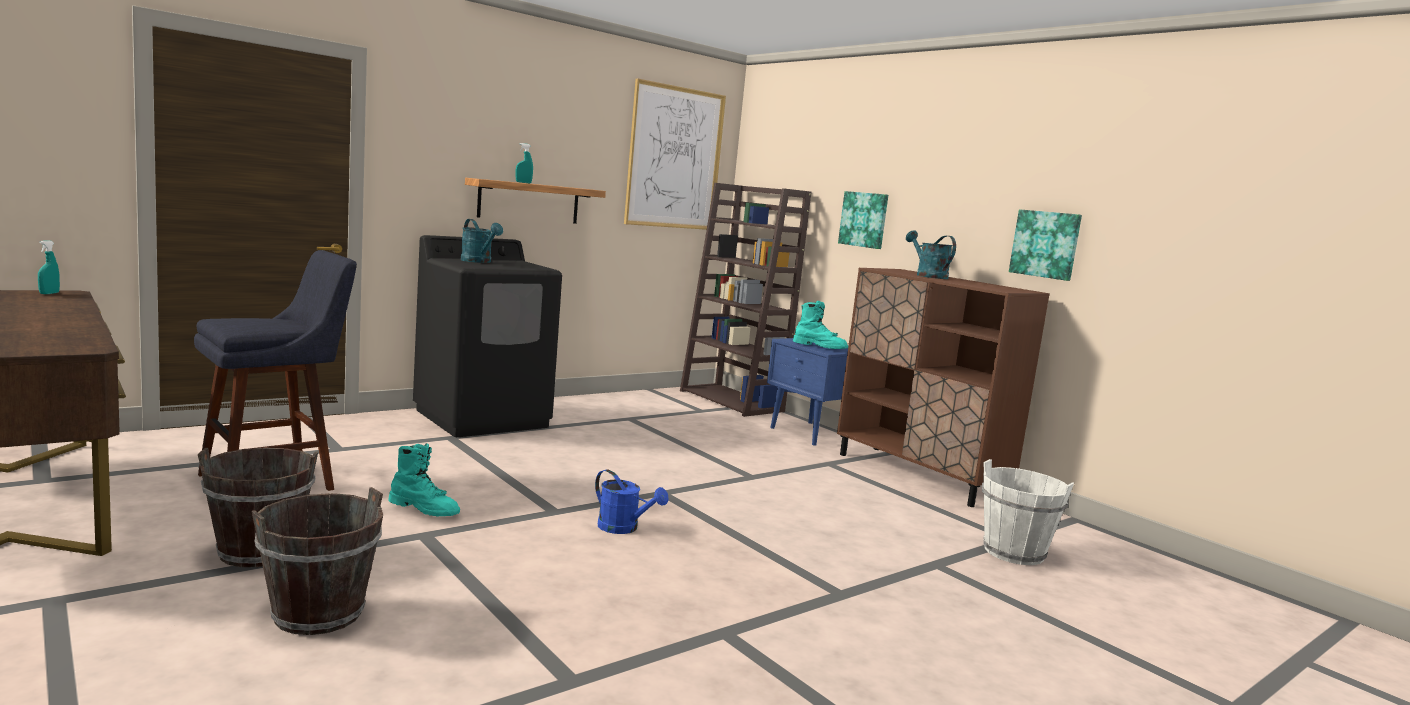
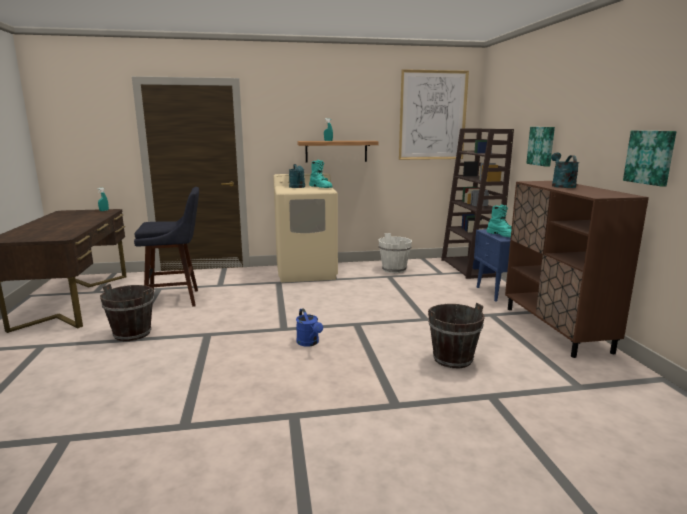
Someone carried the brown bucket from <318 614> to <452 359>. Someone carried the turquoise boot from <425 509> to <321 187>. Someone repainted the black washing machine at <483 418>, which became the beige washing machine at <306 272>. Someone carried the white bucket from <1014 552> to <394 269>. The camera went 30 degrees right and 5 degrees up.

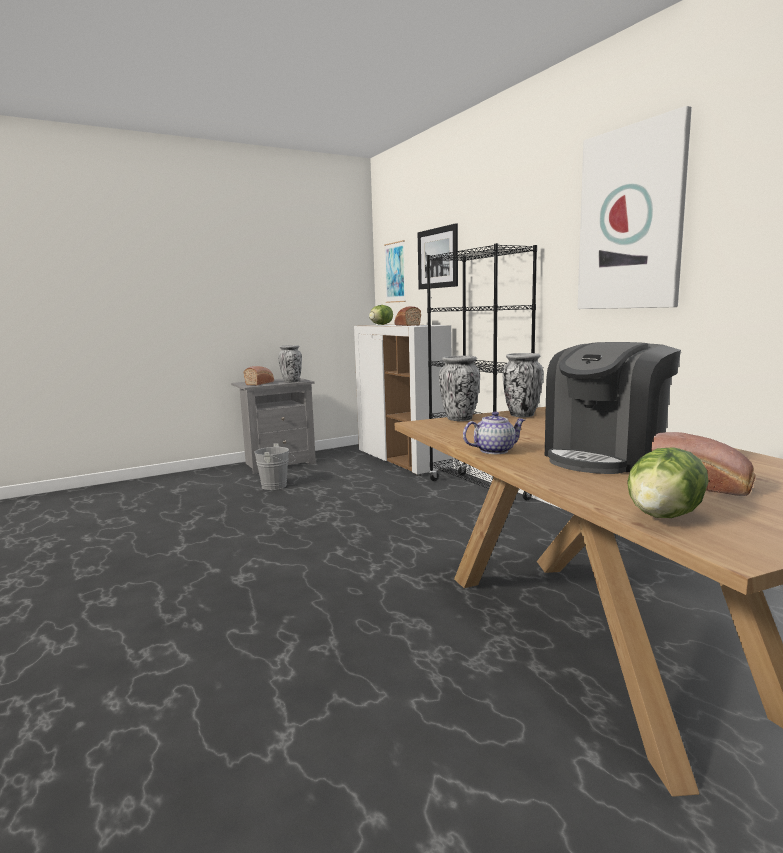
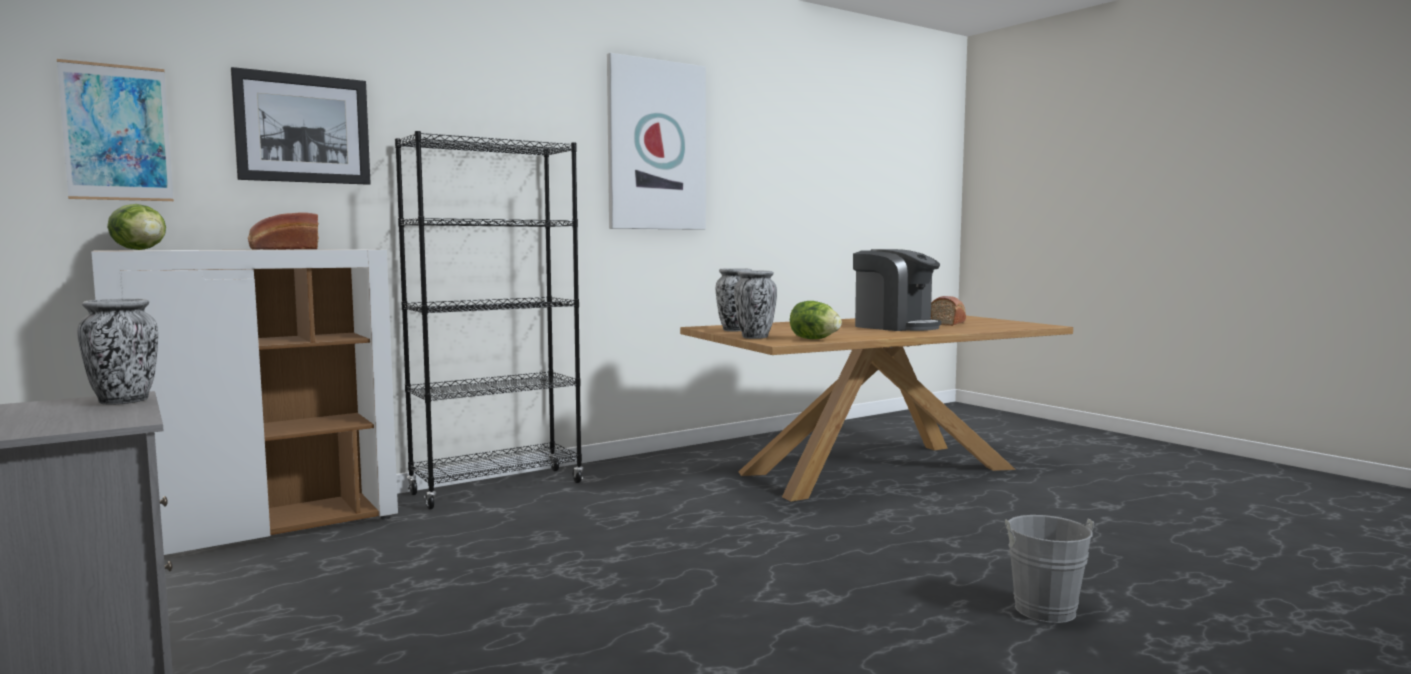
Someone took away the bread at <260 383>. Someone carried the grey bucket from <277 486> to <1042 607>. Someone took away the teapot at <494 451>. Someone carried the lettuce from <663 516> to <814 339>. The camera went 95 degrees left and 5 degrees down.

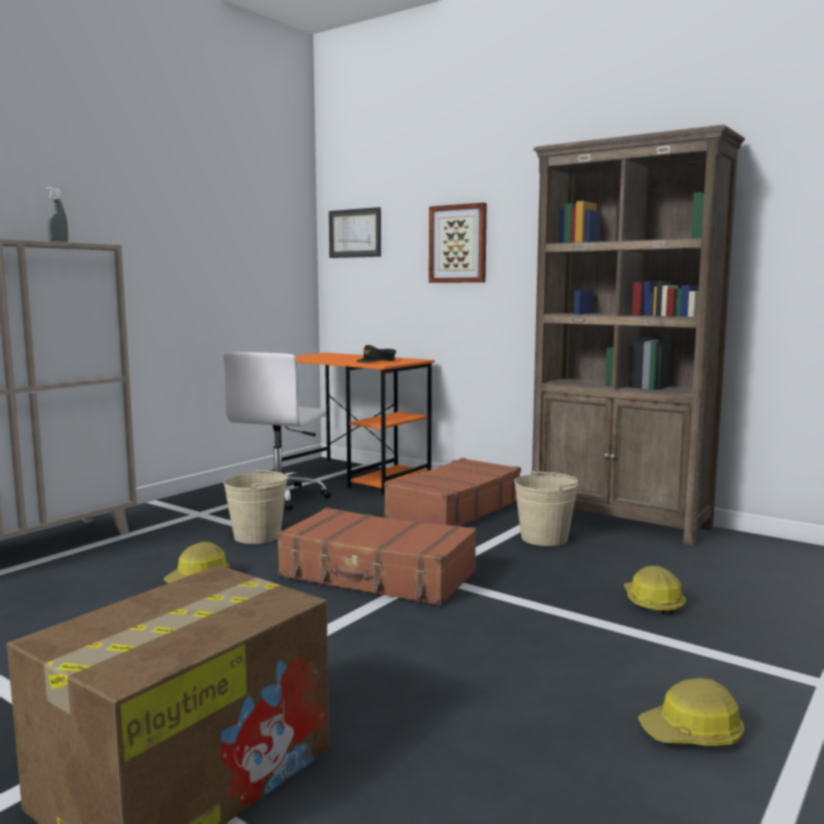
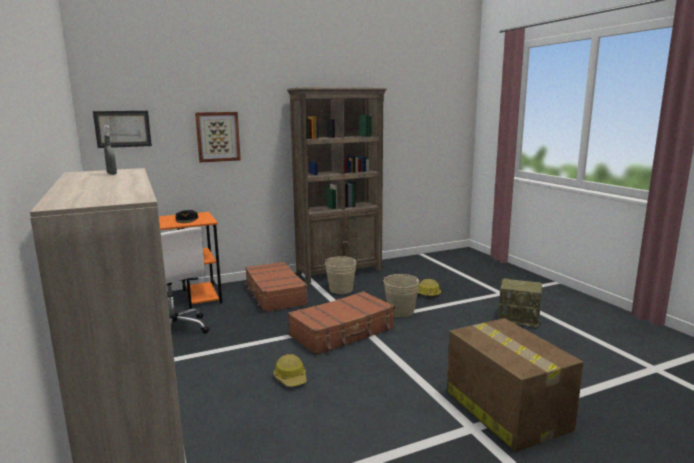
Someone carried the beige bucket from <257 536> to <400 311>. Someone swapped the hard hat at <692 734> for the radio at <519 319>. The camera went 60 degrees left and 5 degrees up.

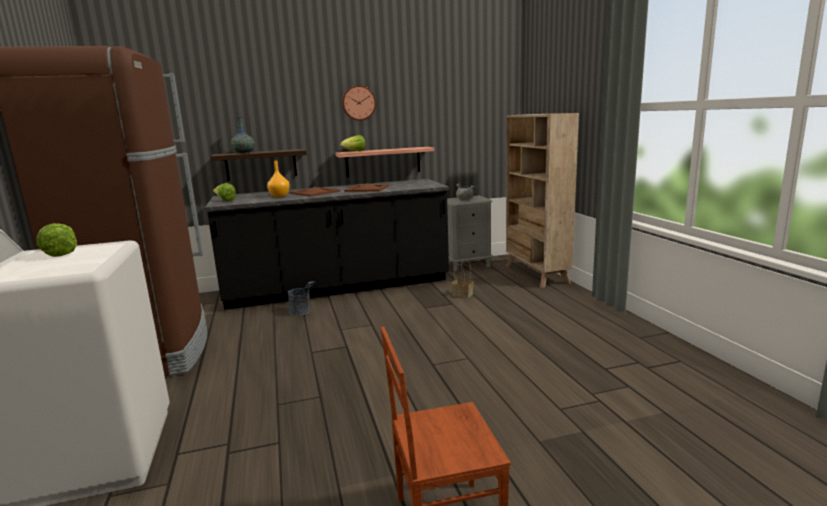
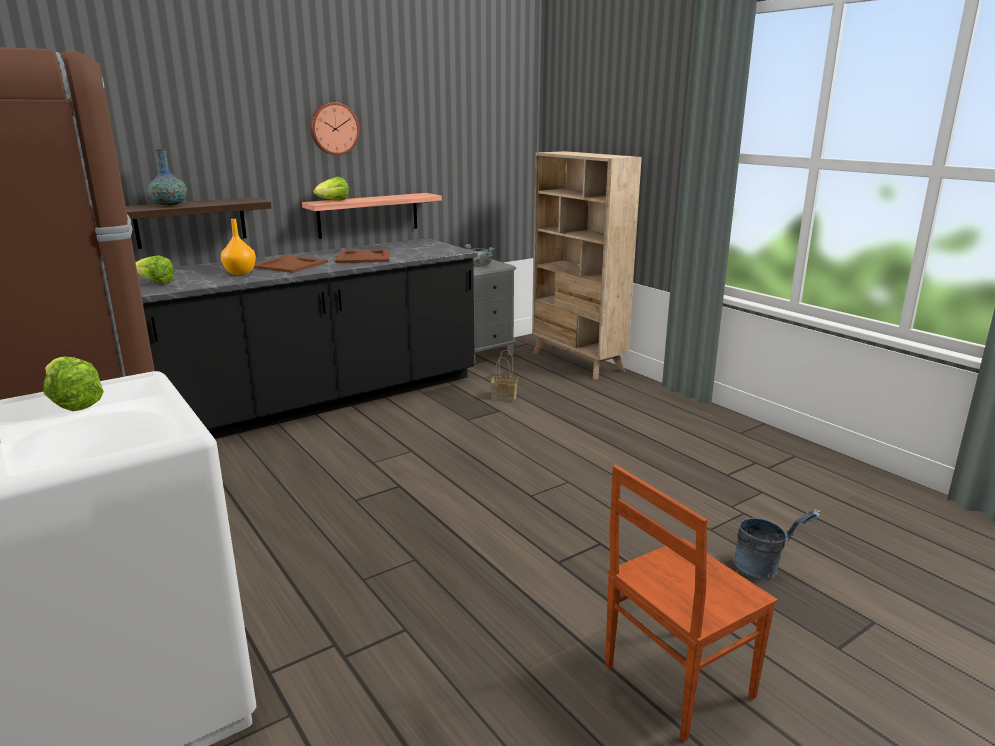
Someone carried the grey bucket from <302 313> to <764 568>. The camera went 20 degrees left and 5 degrees up.

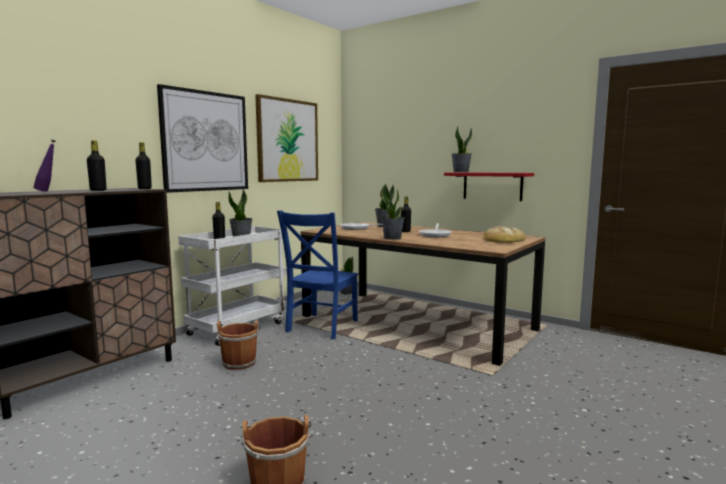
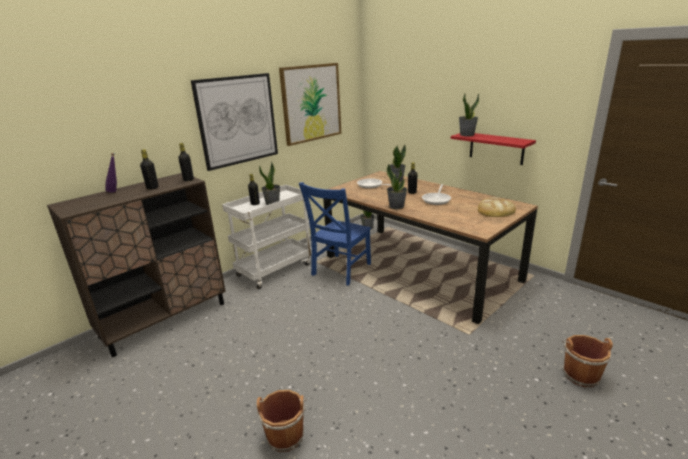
Someone carried the brown bucket from <239 362> to <579 374>. The camera went 10 degrees right and 15 degrees up.

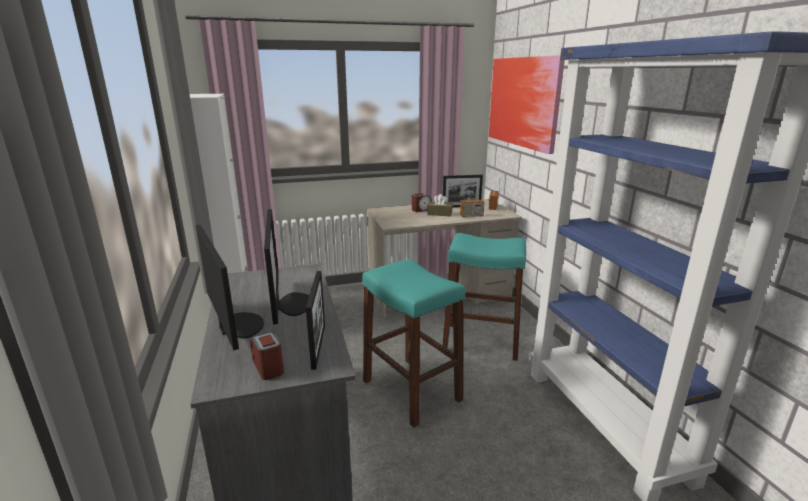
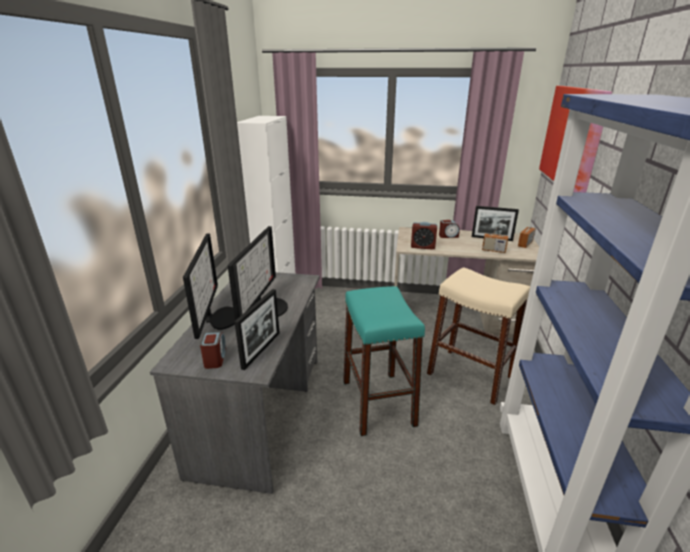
Someone took away the brown tissue box at <439 214>. Someone repainted the turquoise stool at <481 341>, which became the beige stool at <469 375>. Someone put down the alarm clock at <423 247>. The camera went 25 degrees right and 5 degrees up.

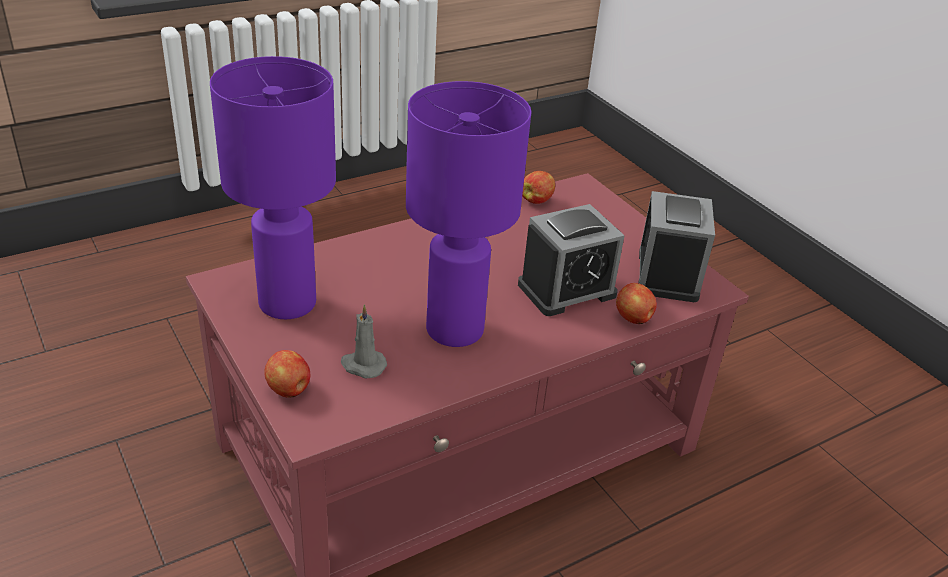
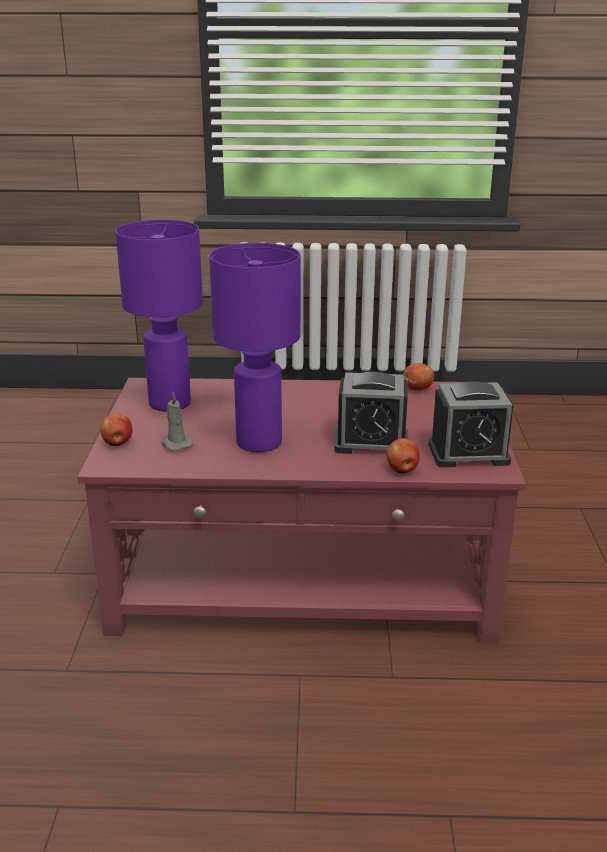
Someone rotated the alarm clock at <668 274> by 45 degrees clockwise. The camera went 35 degrees right and 10 degrees down.

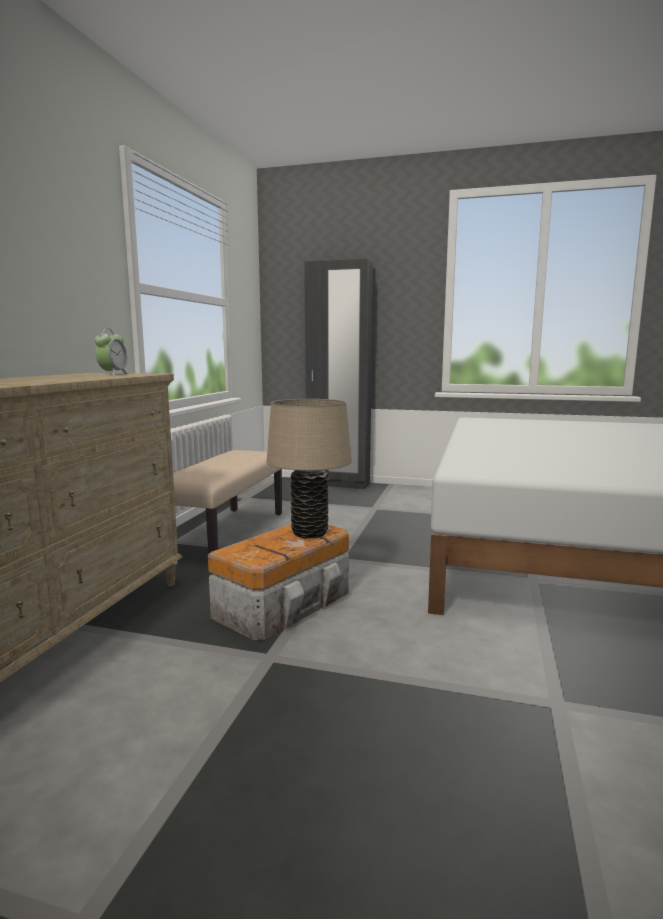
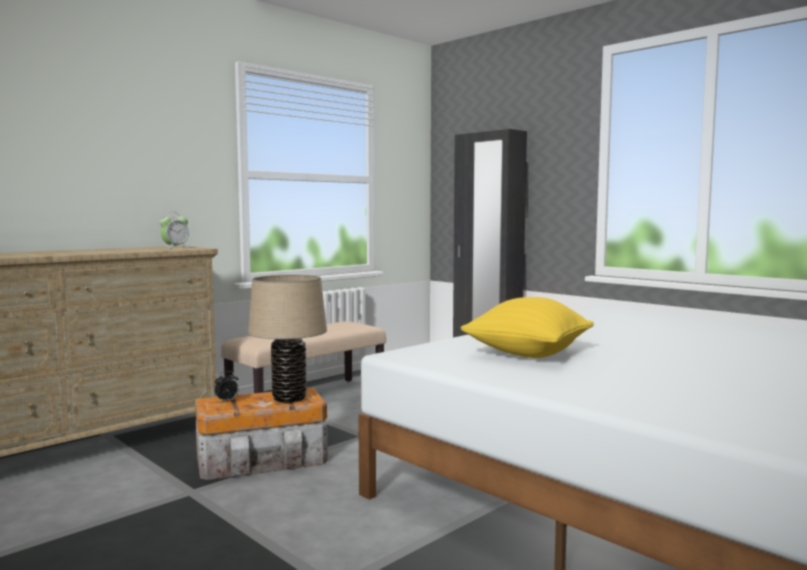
Someone put down the alarm clock at <227 401>. Someone put down the yellow pillow at <527 354>. The camera went 30 degrees right and 5 degrees down.

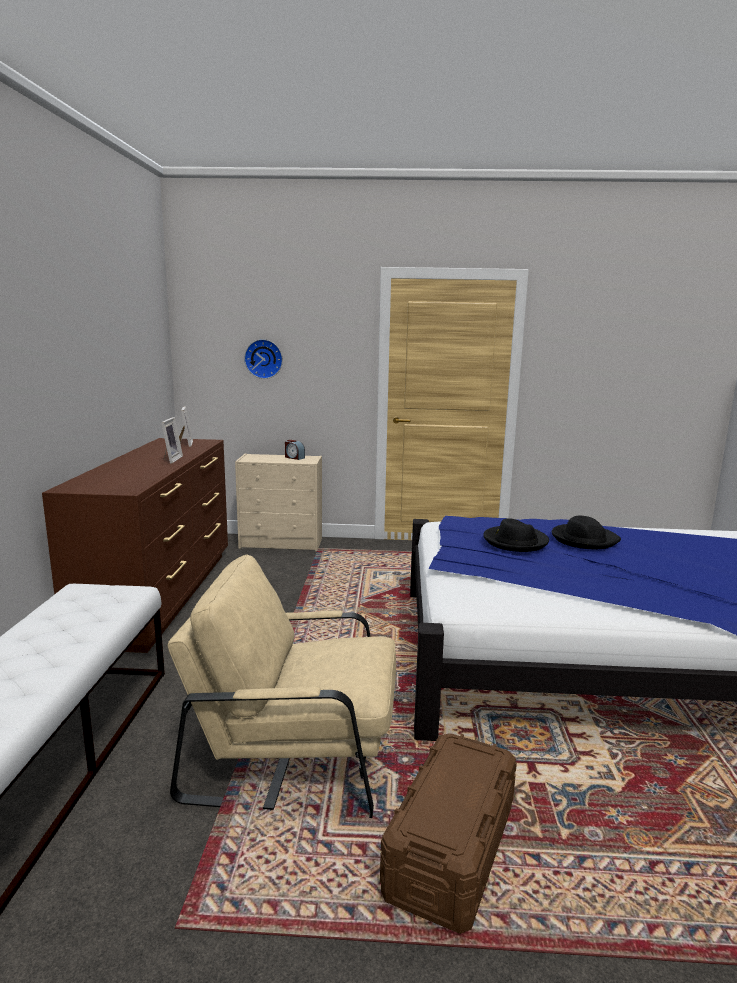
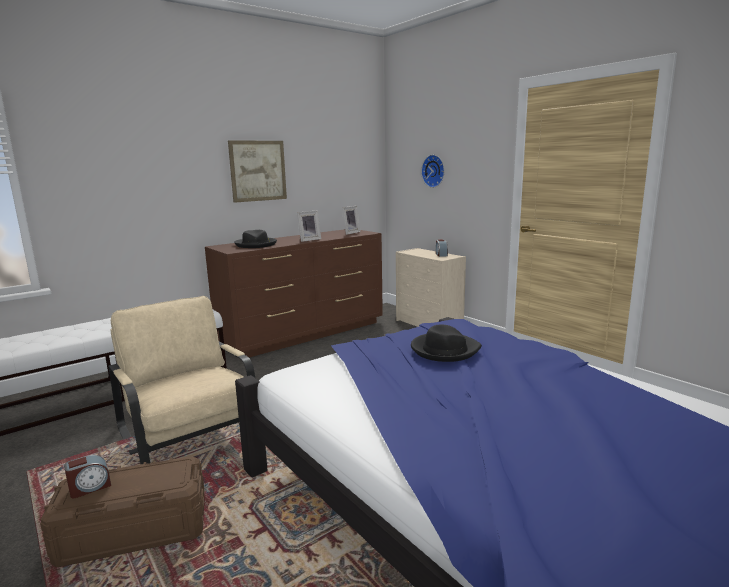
Someone carried the black hat from <584 539> to <256 245>. Someone put down the alarm clock at <90 487>. Someone put up the picture at <258 171>. The camera went 50 degrees right and 0 degrees up.

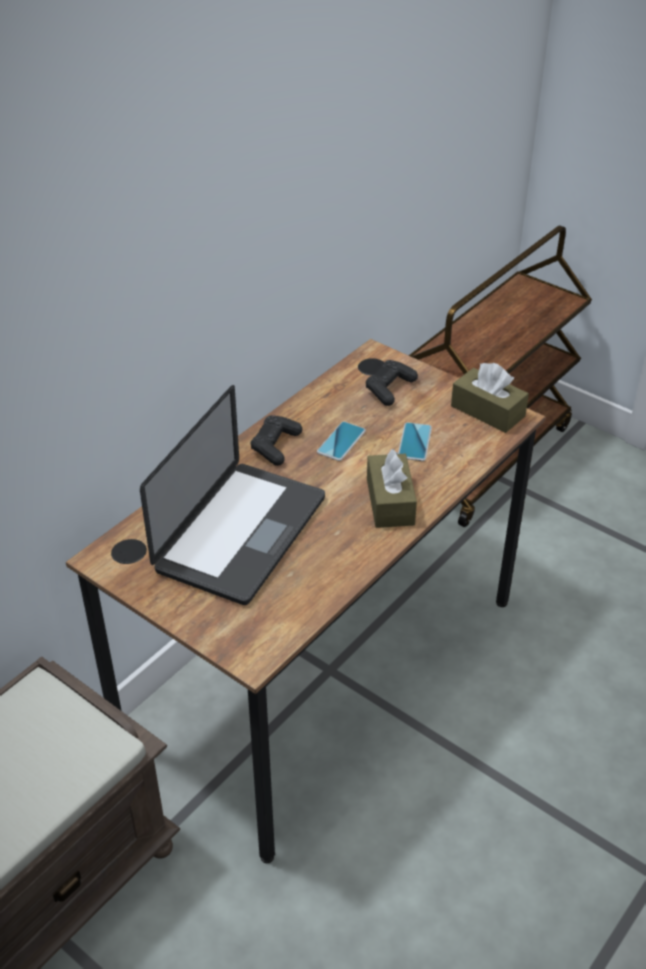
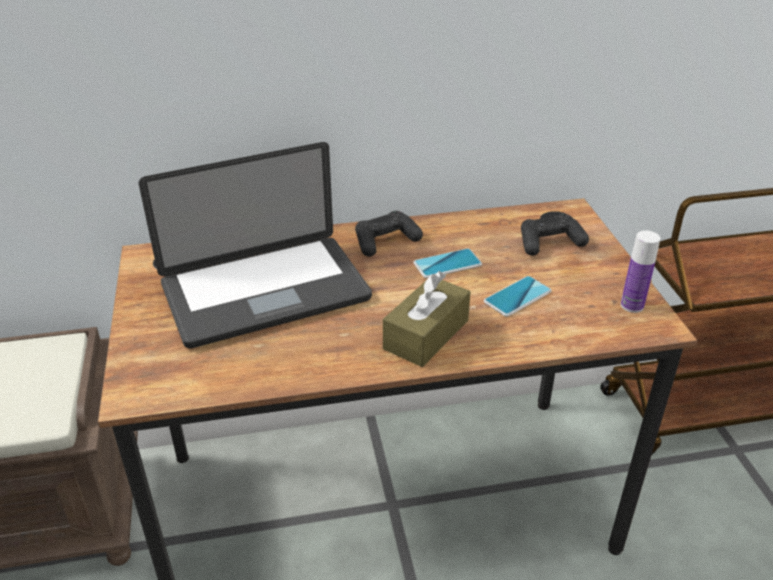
Someone swapped the brown tissue box at <487 411> for the bottle at <632 305>. The camera went 40 degrees right and 5 degrees down.

